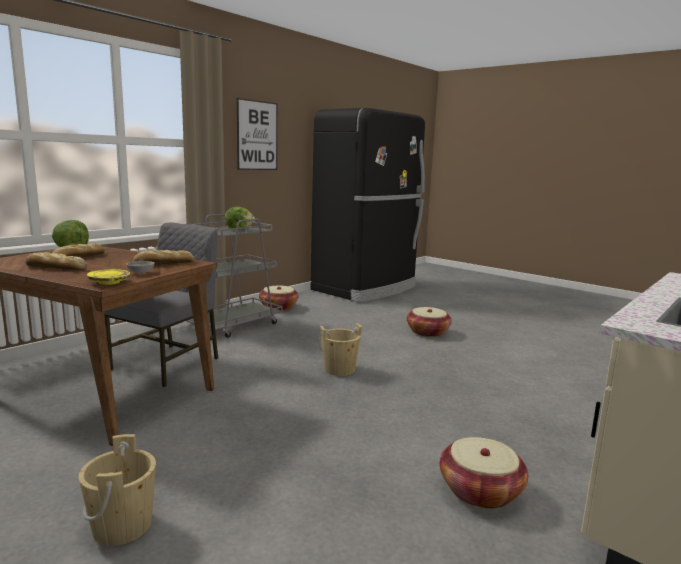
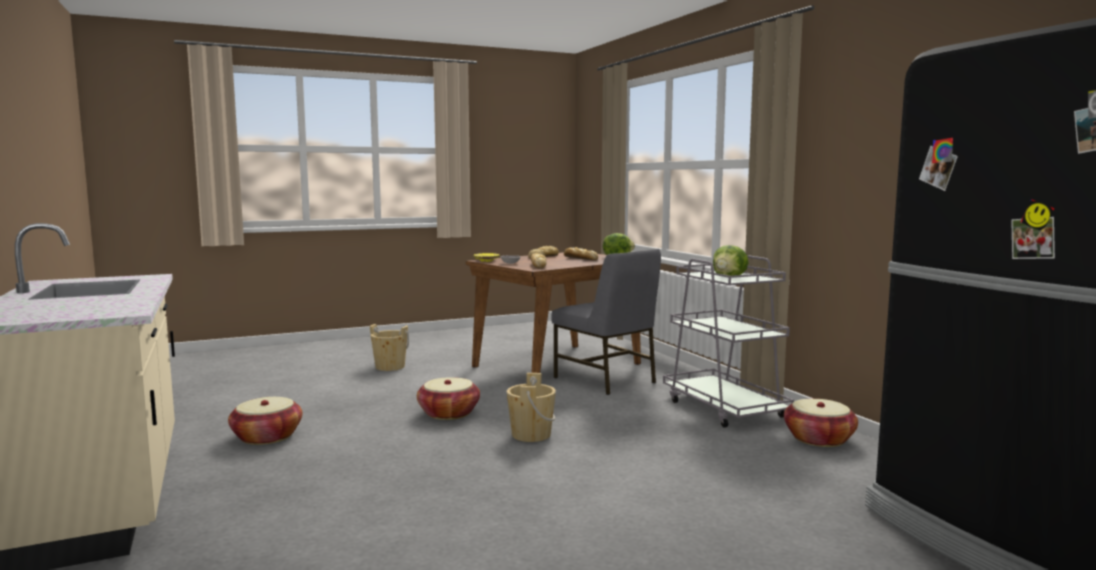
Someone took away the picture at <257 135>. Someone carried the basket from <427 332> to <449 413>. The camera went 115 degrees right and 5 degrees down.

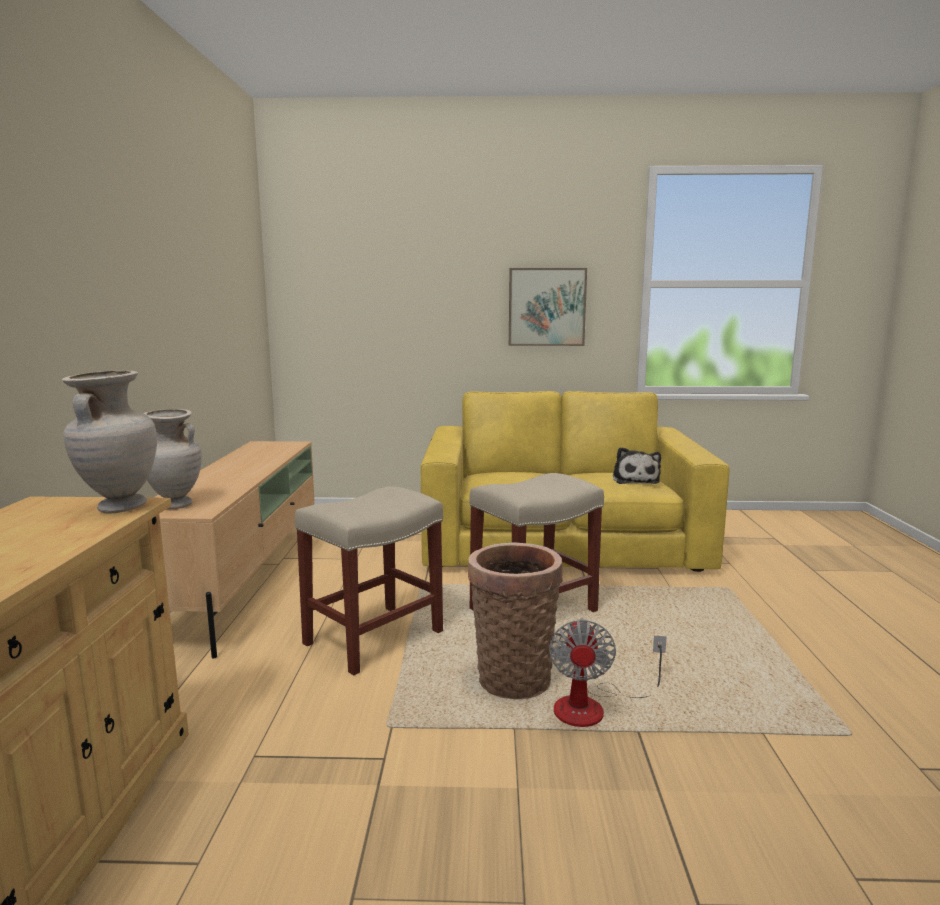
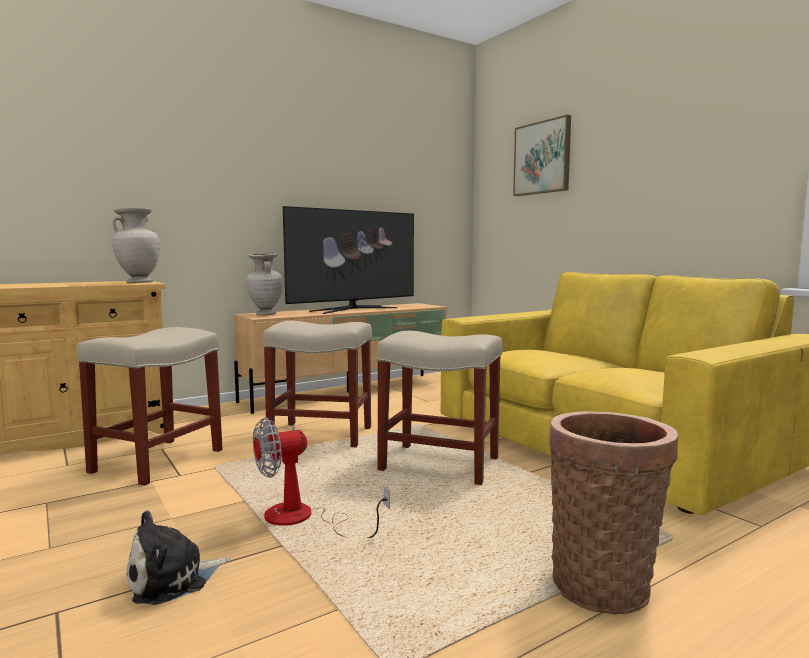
Someone carried the basket from <513 677> to <603 583>. Someone carried the picture from <546 307> to <542 158>. Someone carried the plush toy from <635 480> to <172 579>. Someone put down the beige stool at <159 460>. Someone put down the television at <353 309>. The camera went 55 degrees right and 5 degrees down.

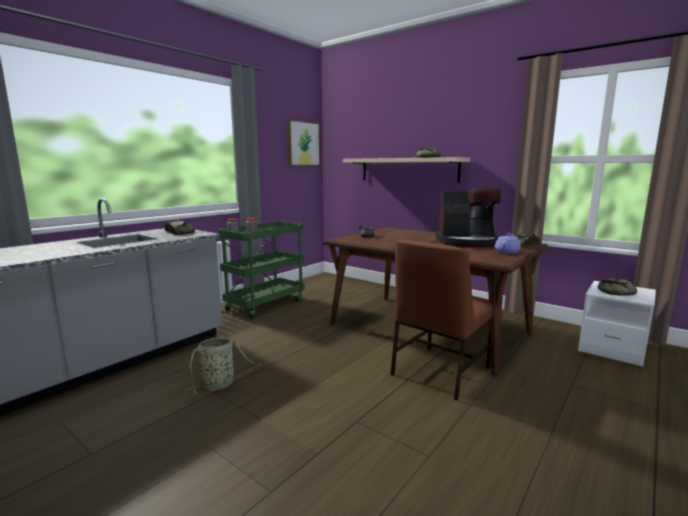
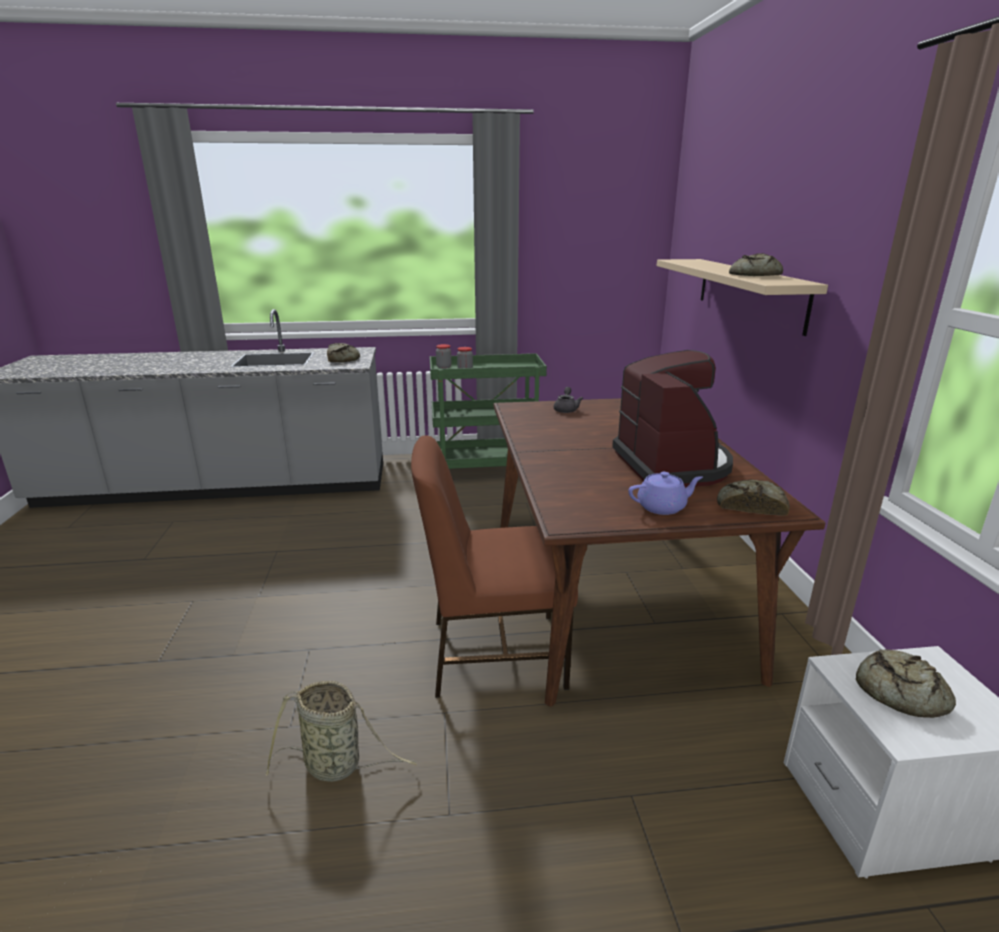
Someone carried the basket from <220 384> to <337 765>. Someone took away the picture at <303 143>. Someone rotated the coffee machine at <466 242> by 150 degrees counterclockwise. The camera went 45 degrees right and 10 degrees up.

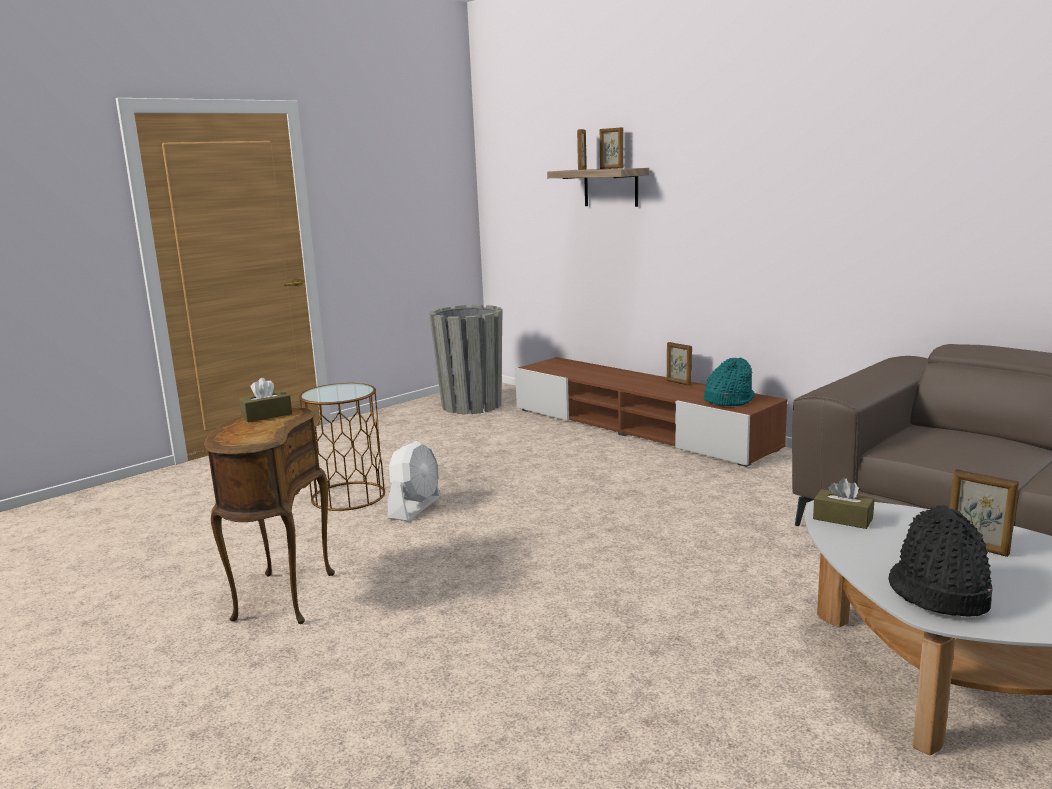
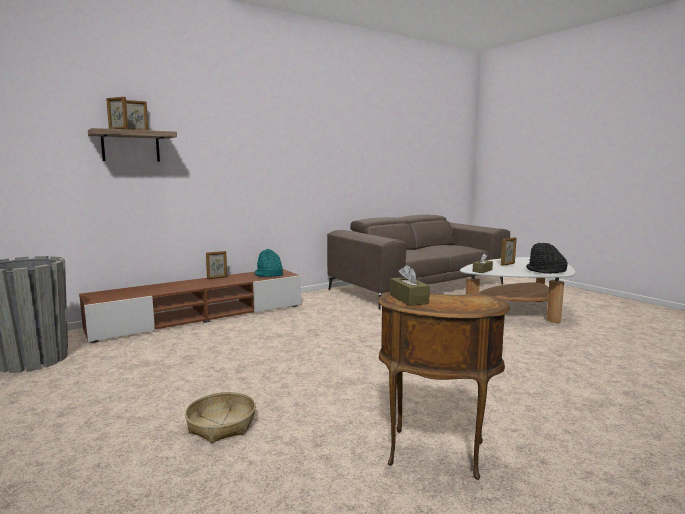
Someone swapped the brown side table at <348 496> for the basket at <221 425>. Someone took away the white fan at <415 507>. The camera went 80 degrees left and 5 degrees down.

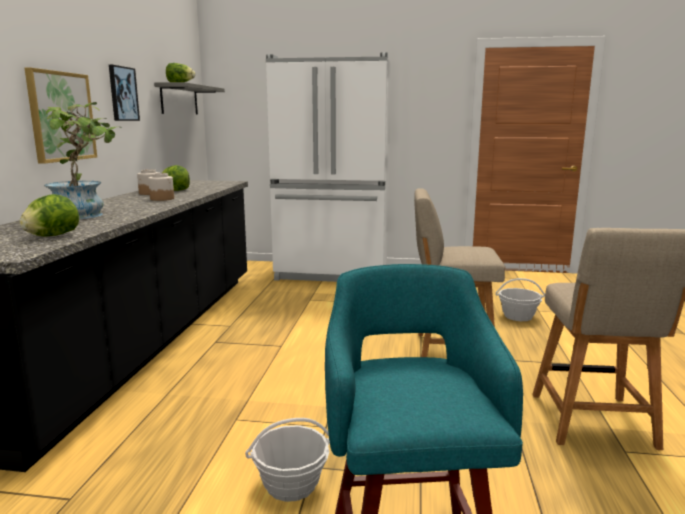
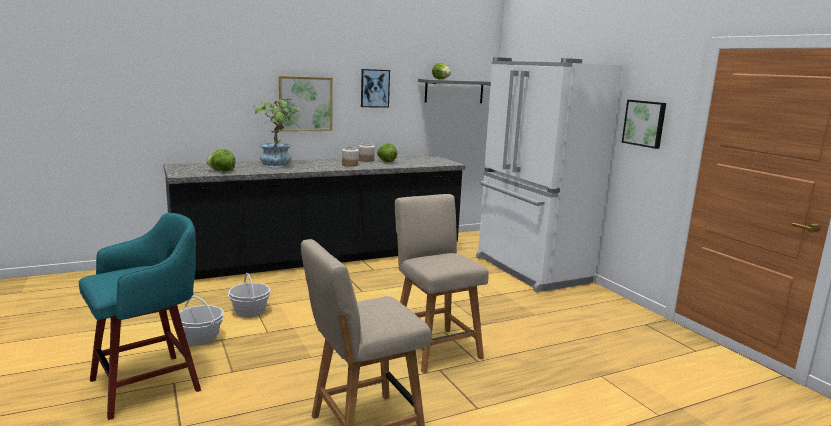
Someone carried the basket from <518 316> to <250 312>. Someone put up the picture at <645 123>. The camera went 55 degrees right and 0 degrees up.

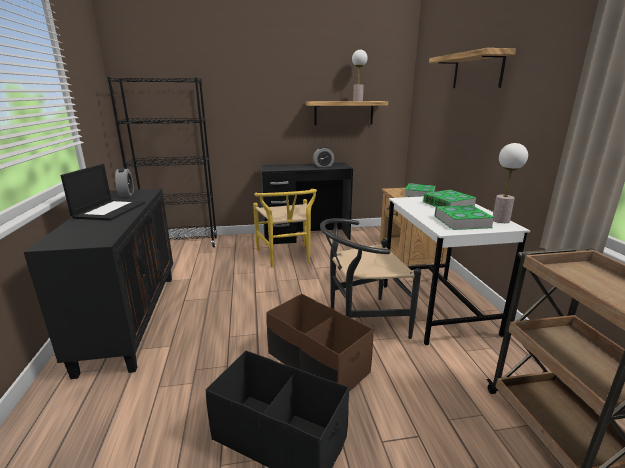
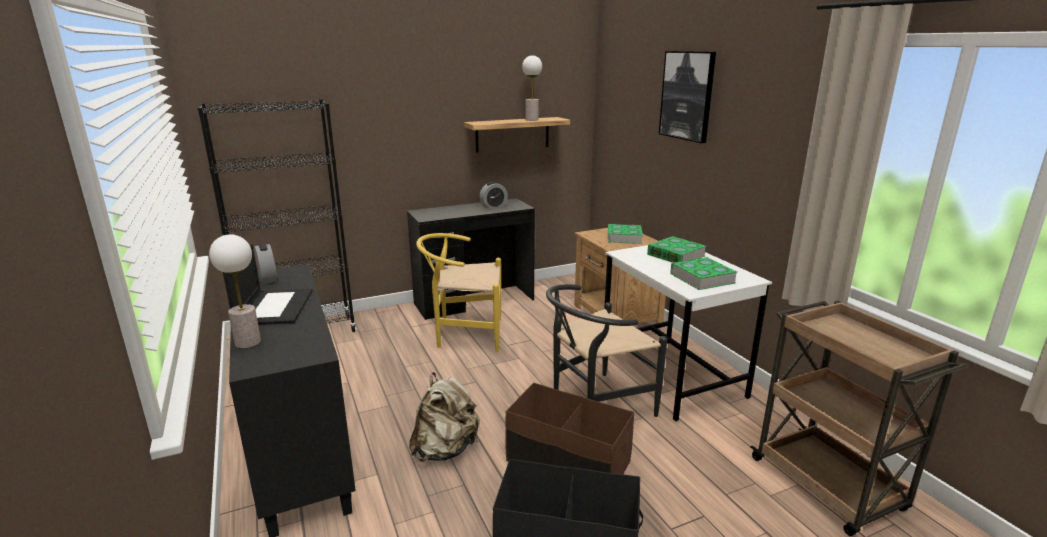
Someone rotated the yellow chair at <287 257> by 120 degrees clockwise. Someone swapped the shelf at <477 71> for the picture at <687 95>. Someone carried the table lamp from <500 220> to <247 342>. Someone put down the beige backpack at <445 449>. The camera went 15 degrees left and 0 degrees up.

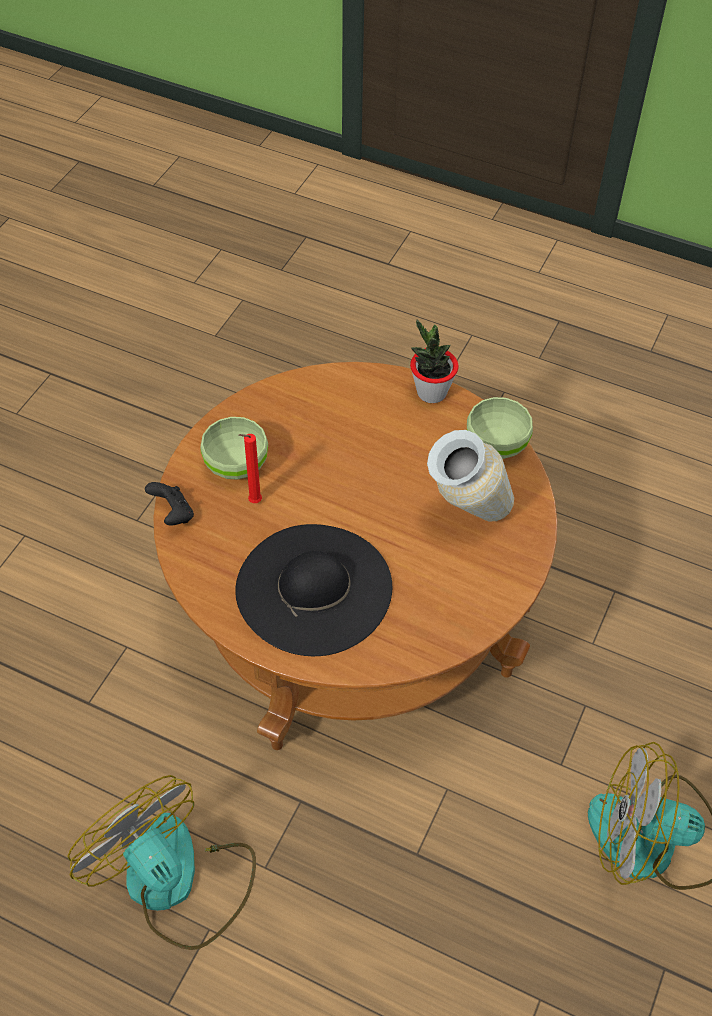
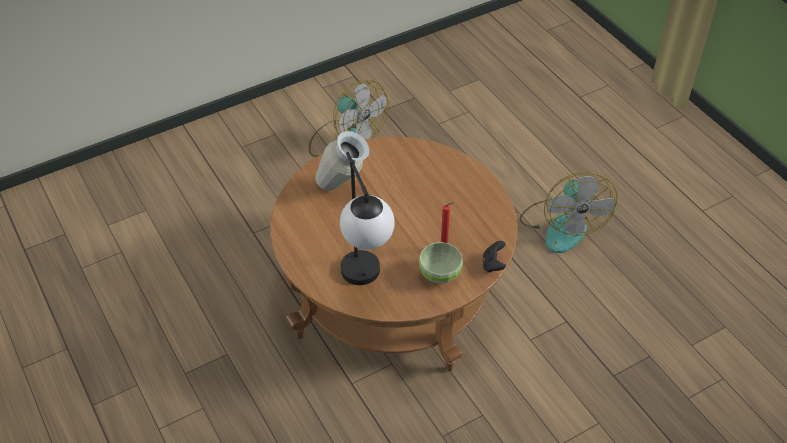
Someone took away the black hat at <314 588>. Someone took away the potted plant at <431 392>. Someone took away the green bowl at <495 444>. Someone put down the table lamp at <365 282>. The camera went 145 degrees left and 5 degrees down.

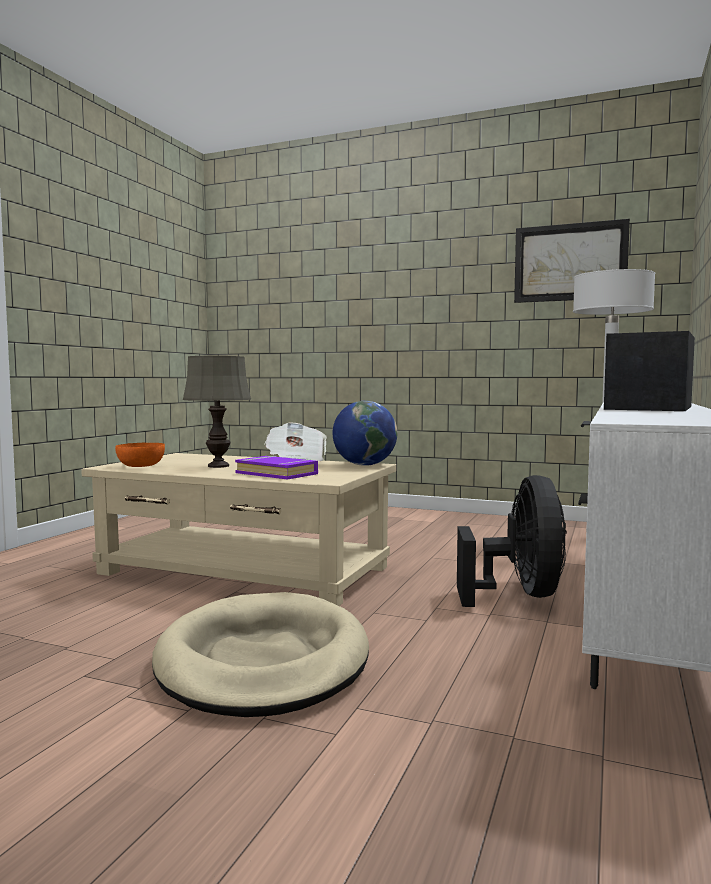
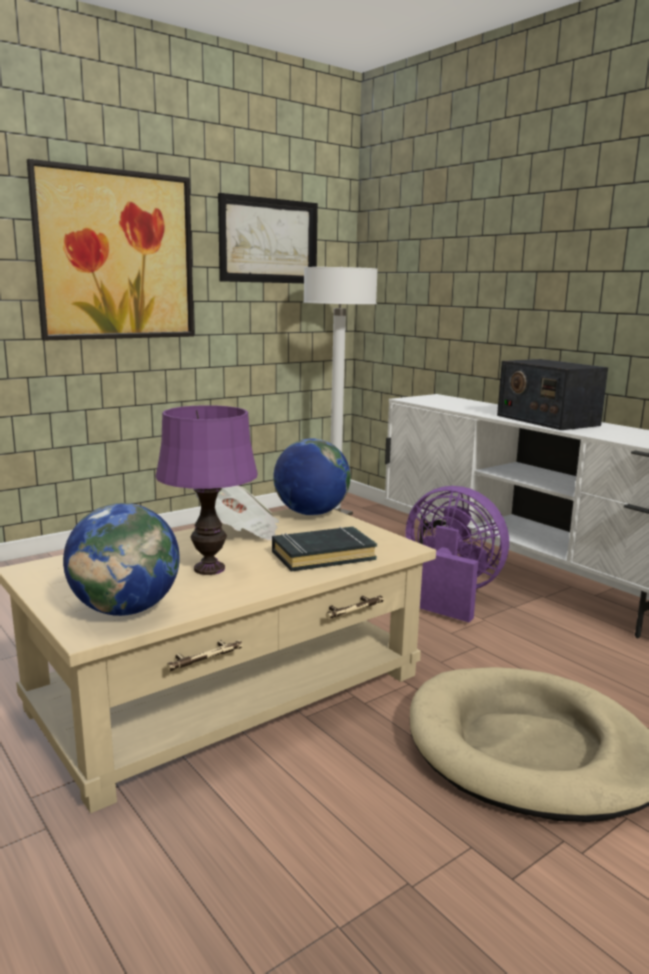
Someone swapped the orange bowl at <141 466> for the globe at <126 610>. Someone repainted the grey table lamp at <218 466>, which became the purple table lamp at <209 569>. Someone repainted the purple book at <277 473>, which became the black book at <323 555>. Someone repainted the black fan at <520 595>, which became the purple fan at <449 594>. Someone put up the picture at <116 256>. The camera went 60 degrees left and 10 degrees up.

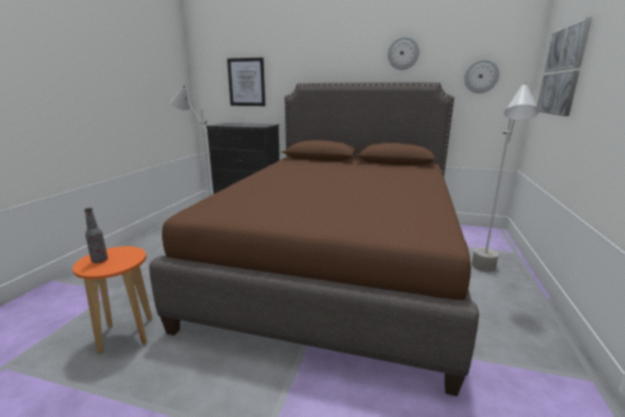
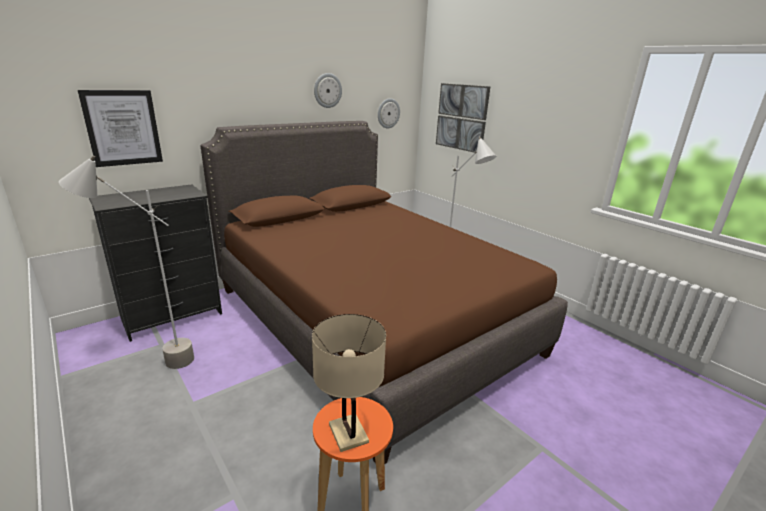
Someone swapped the bottle at <100 260> for the beige table lamp at <348 433>. The camera went 55 degrees left and 5 degrees up.

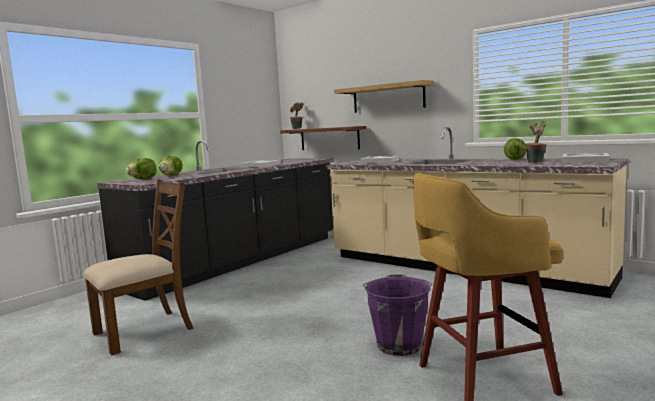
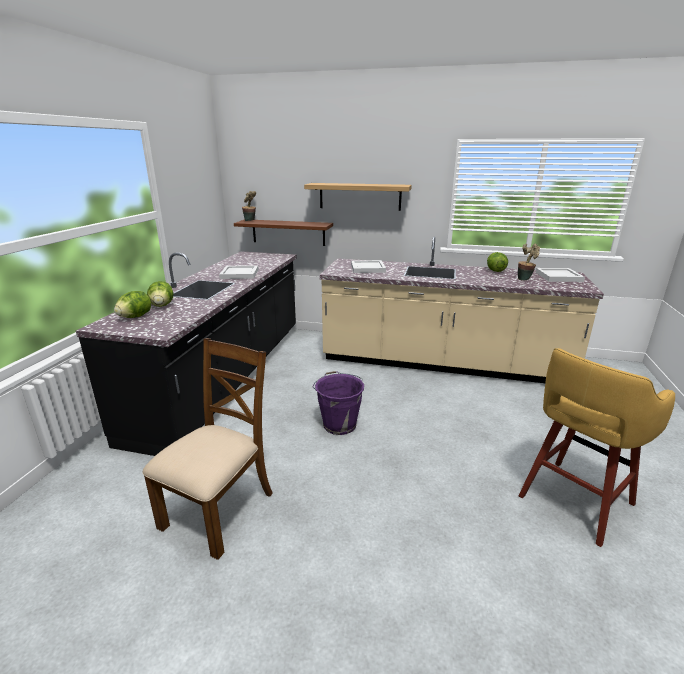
Someone carried the purple bucket from <399 344> to <339 424>. The camera went 25 degrees left and 15 degrees up.

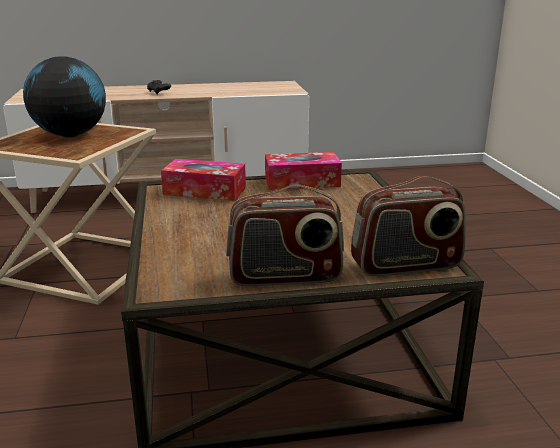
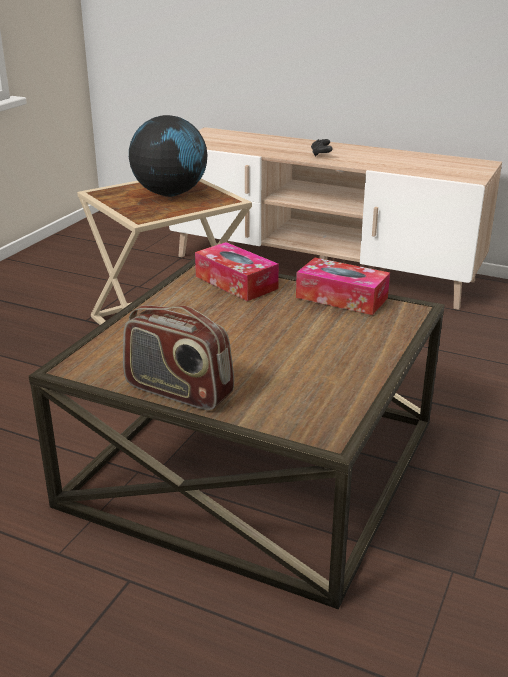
Someone took away the radio at <406 265>. The camera went 35 degrees right and 5 degrees up.

